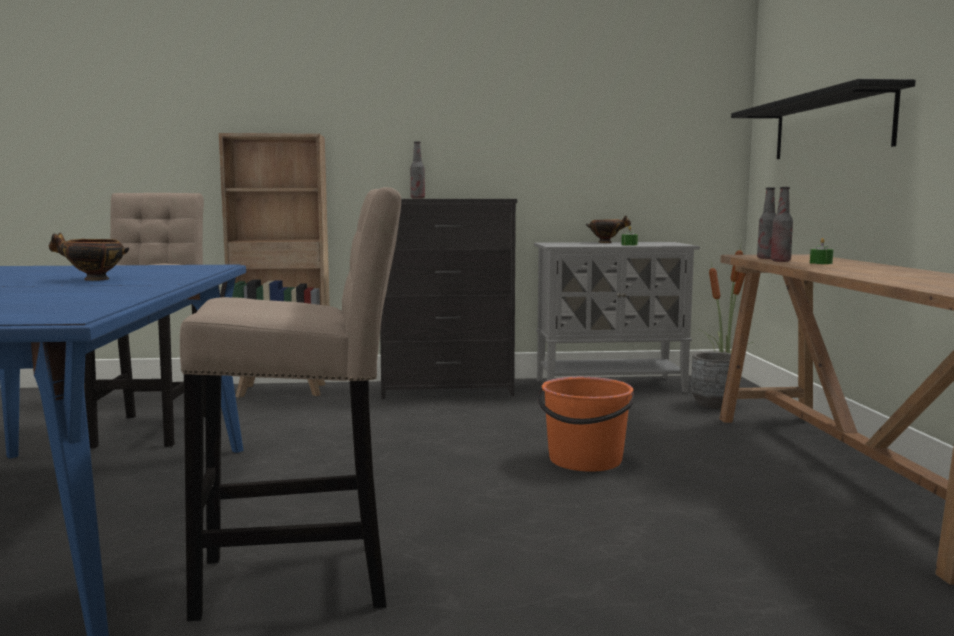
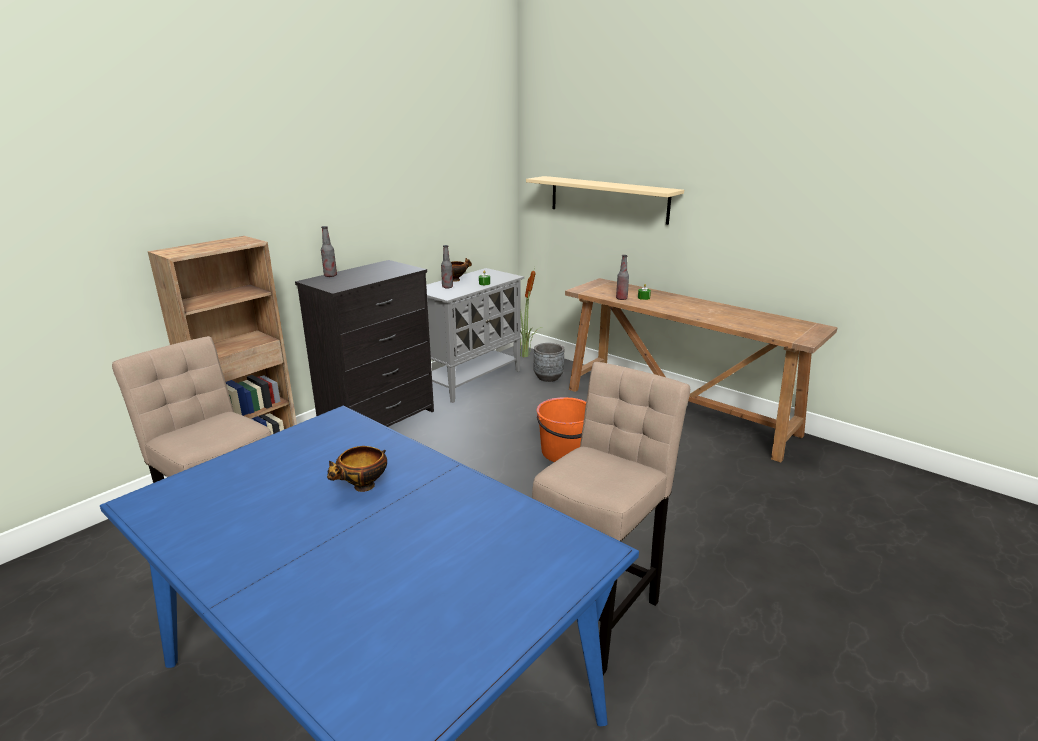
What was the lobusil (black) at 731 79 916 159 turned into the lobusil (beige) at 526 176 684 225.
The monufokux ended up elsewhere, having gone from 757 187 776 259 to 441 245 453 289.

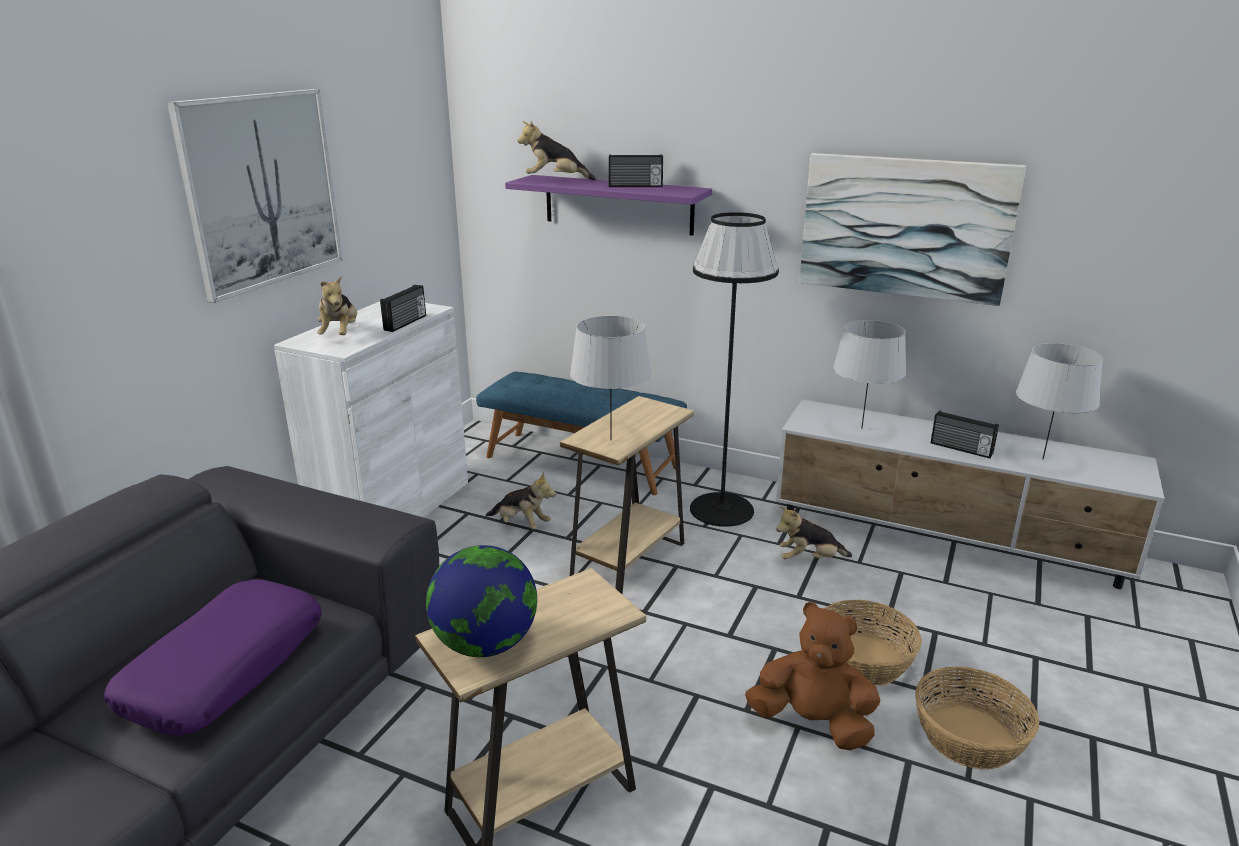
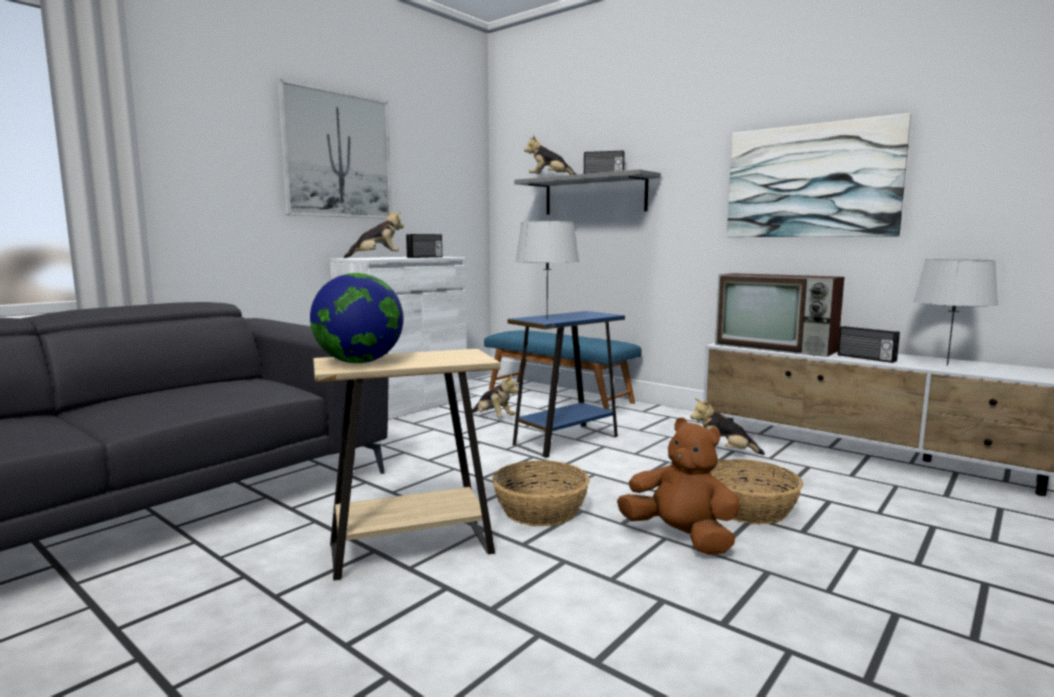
The second view lost the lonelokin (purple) at 104 579 322 736.
The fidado at 317 276 357 335 ended up facing another way, 120 degrees counterclockwise from before.
What was the lobusil (purple) at 505 175 712 236 turned into the lobusil (grey) at 514 169 661 215.
What was the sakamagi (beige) at 560 396 694 594 turned into the sakamagi (blue) at 507 311 625 458.
The second view lost the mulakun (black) at 690 212 779 527.
Where the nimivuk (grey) stood at 833 320 906 429, the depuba came to stand at 715 273 844 357.
The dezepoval ended up elsewhere, having gone from 915 667 1039 769 to 492 461 590 526.

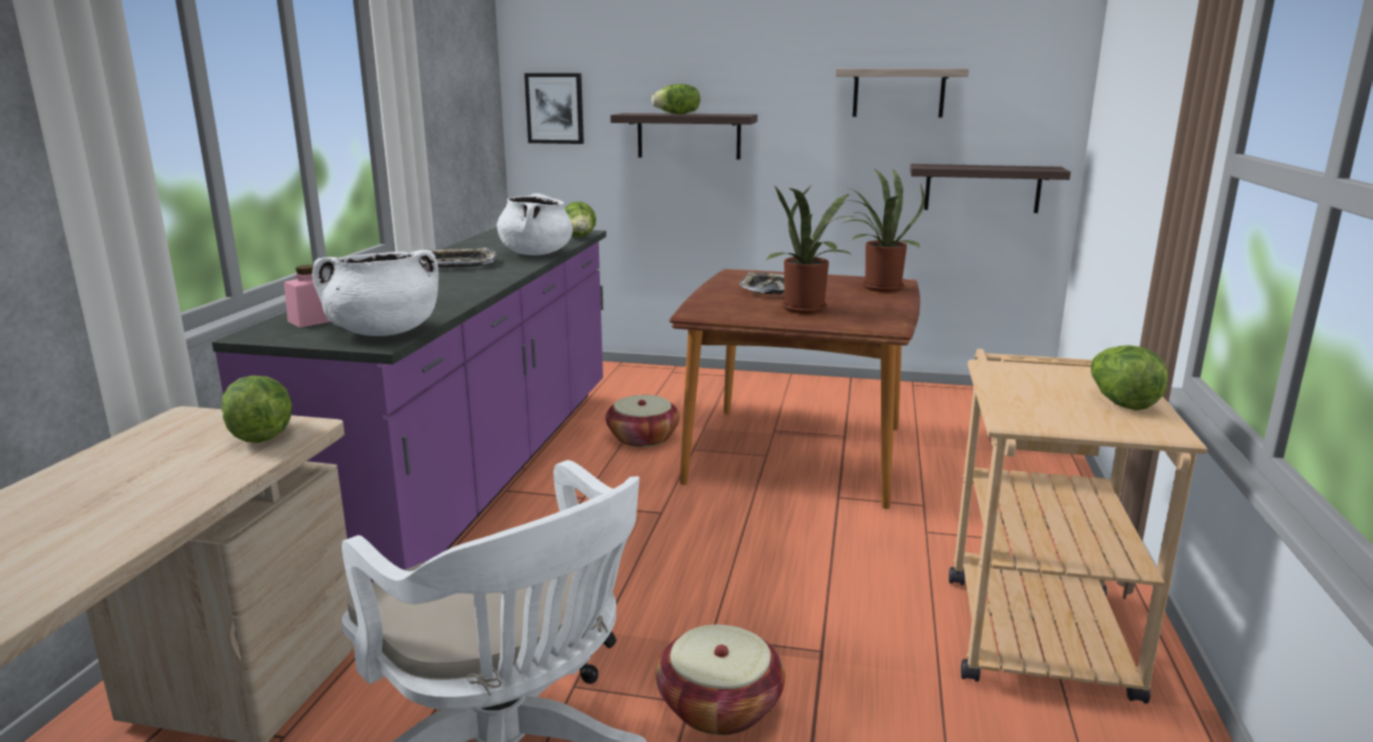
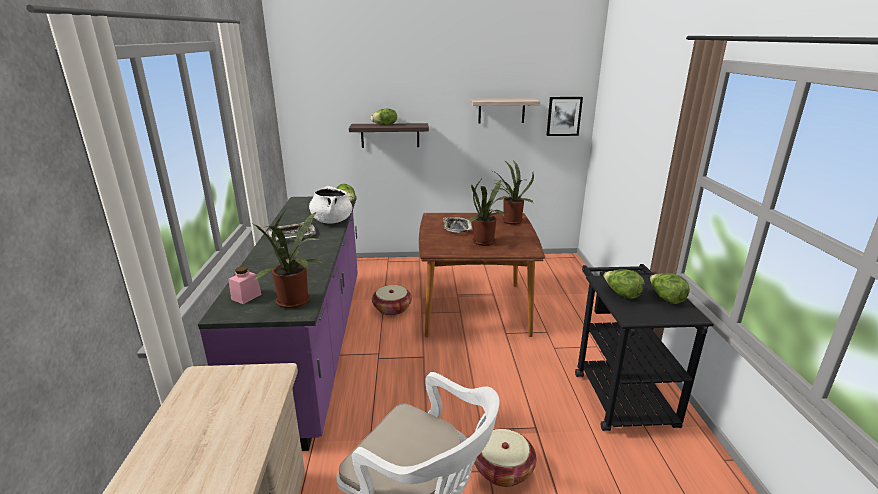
The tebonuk ended up elsewhere, having gone from 222 375 292 443 to 604 269 644 299.
Where the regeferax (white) stood at 312 250 439 336, the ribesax came to stand at 253 210 322 309.
The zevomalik ended up elsewhere, having gone from 524 73 584 144 to 546 97 583 136.
The second view lost the lobusil at 910 164 1071 213.
What was the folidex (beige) at 949 349 1207 704 turned into the folidex (black) at 575 264 714 431.

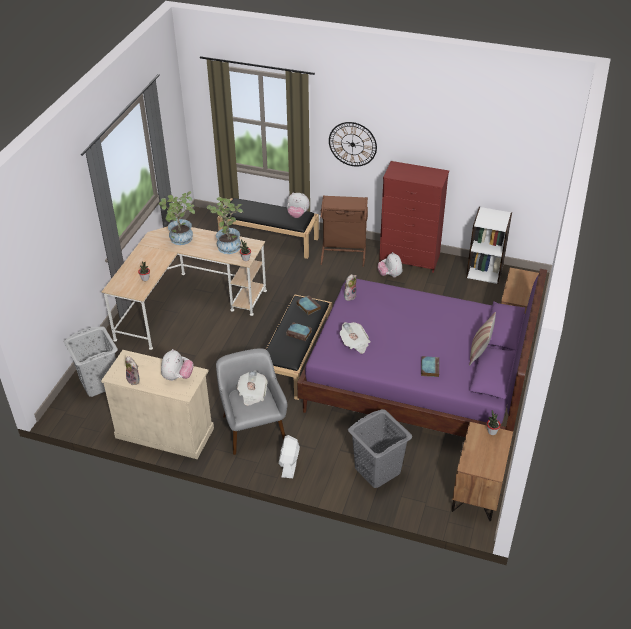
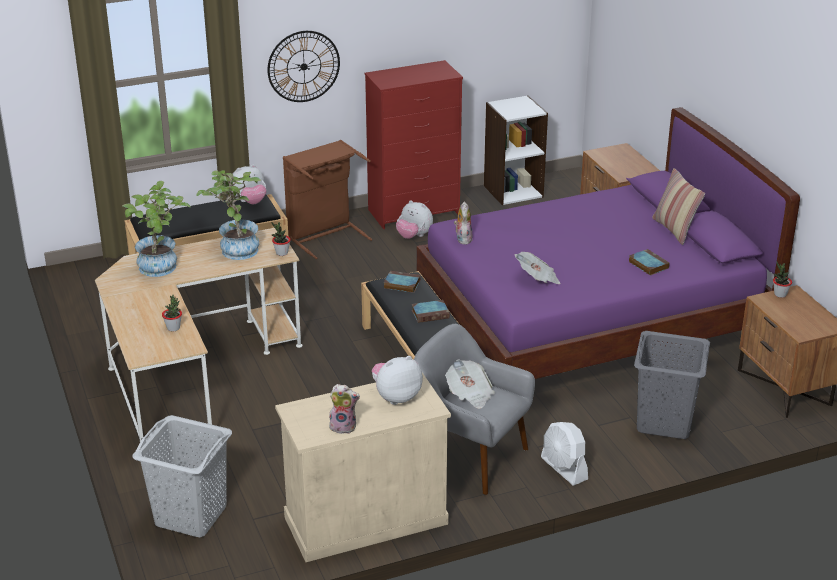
The fidado at 161 349 193 381 ended up facing another way, 90 degrees counterclockwise from before.

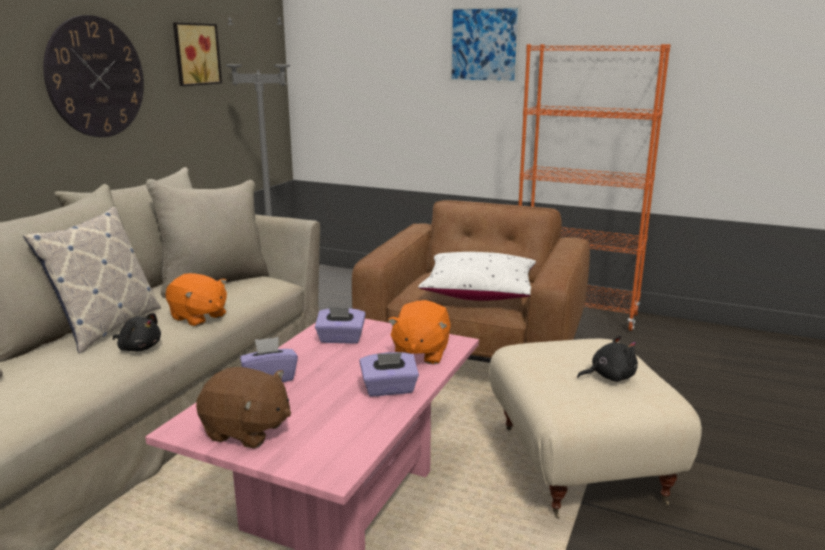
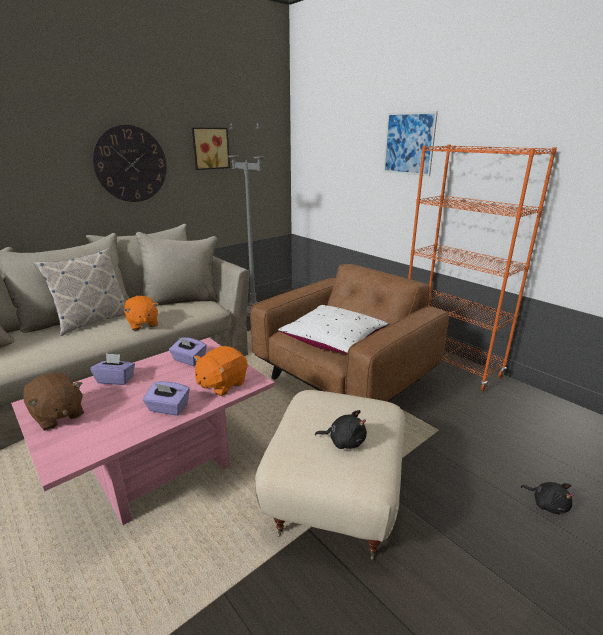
The fidado (black) ended up elsewhere, having gone from 113 313 161 351 to 521 482 574 514.

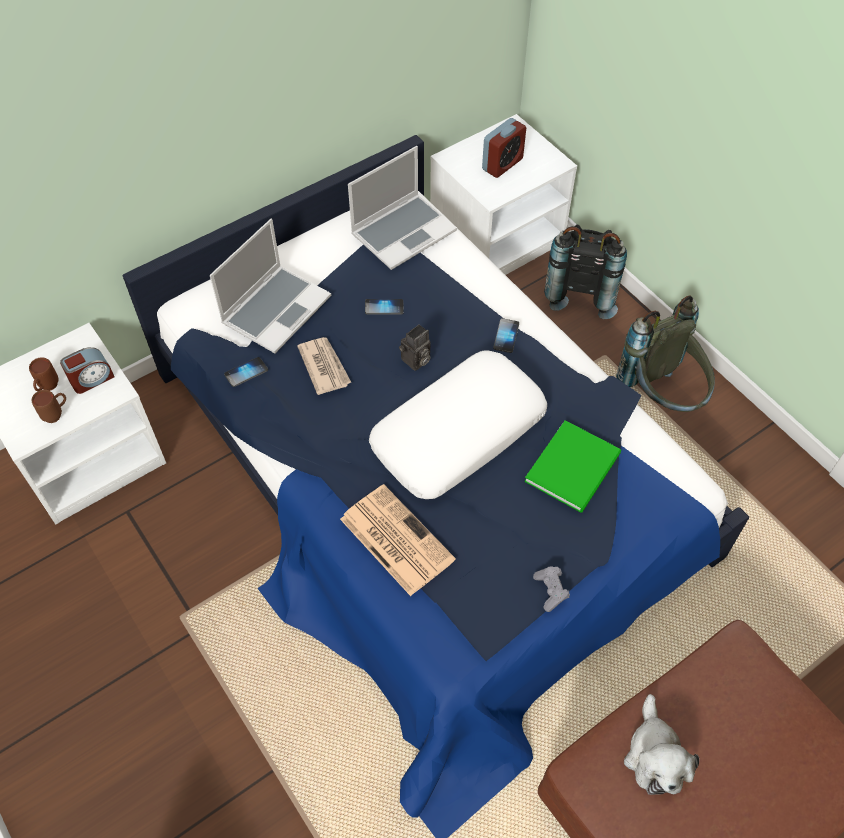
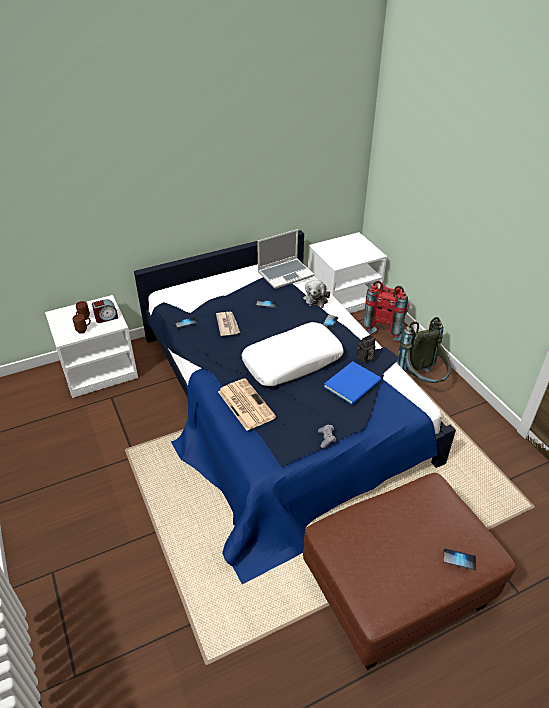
The second view lost the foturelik at 210 218 331 353.
The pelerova ended up elsewhere, having gone from 399 324 431 371 to 357 335 376 363.
The second view lost the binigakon at 482 118 526 178.
What was the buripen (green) at 524 420 621 512 turned into the buripen (blue) at 324 361 382 405.
What was the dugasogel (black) at 544 224 627 319 turned into the dugasogel (red) at 363 281 409 341.
The fidado ended up elsewhere, having gone from 624 694 699 795 to 303 280 330 308.
The second view gained the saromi at 443 549 476 570.

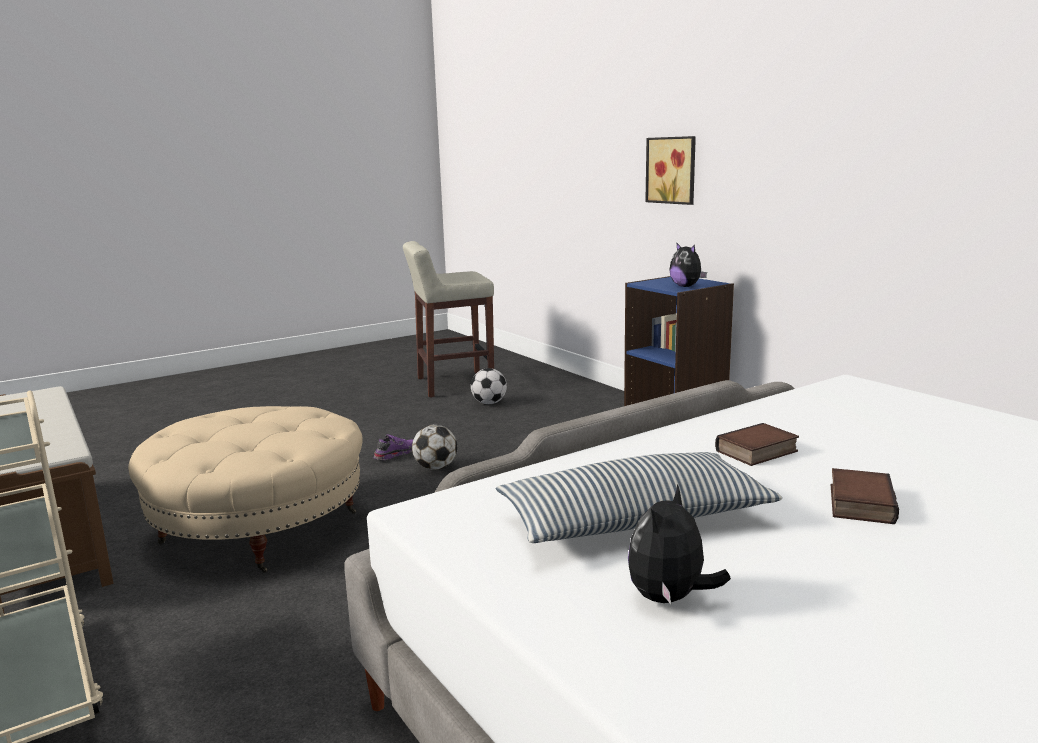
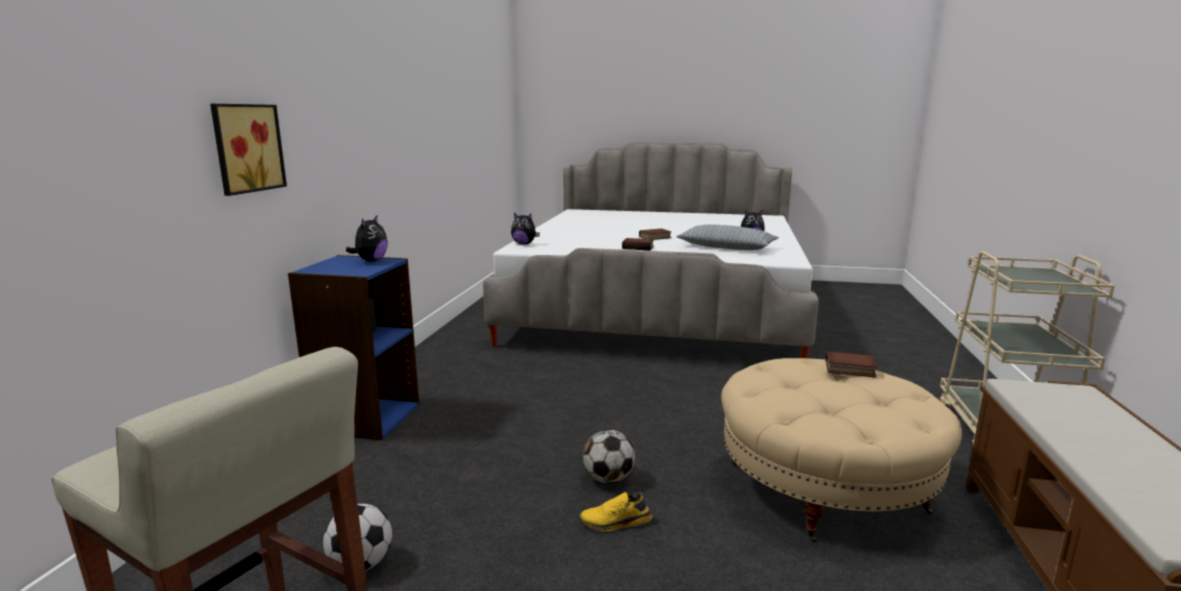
What was the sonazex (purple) at 373 434 413 460 turned into the sonazex (yellow) at 580 492 652 532.
The second view gained the fidado at 511 213 540 245.
The second view gained the buripen at 826 351 878 378.

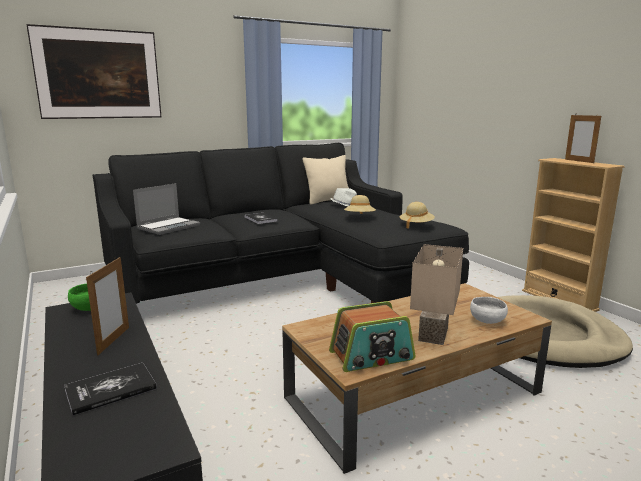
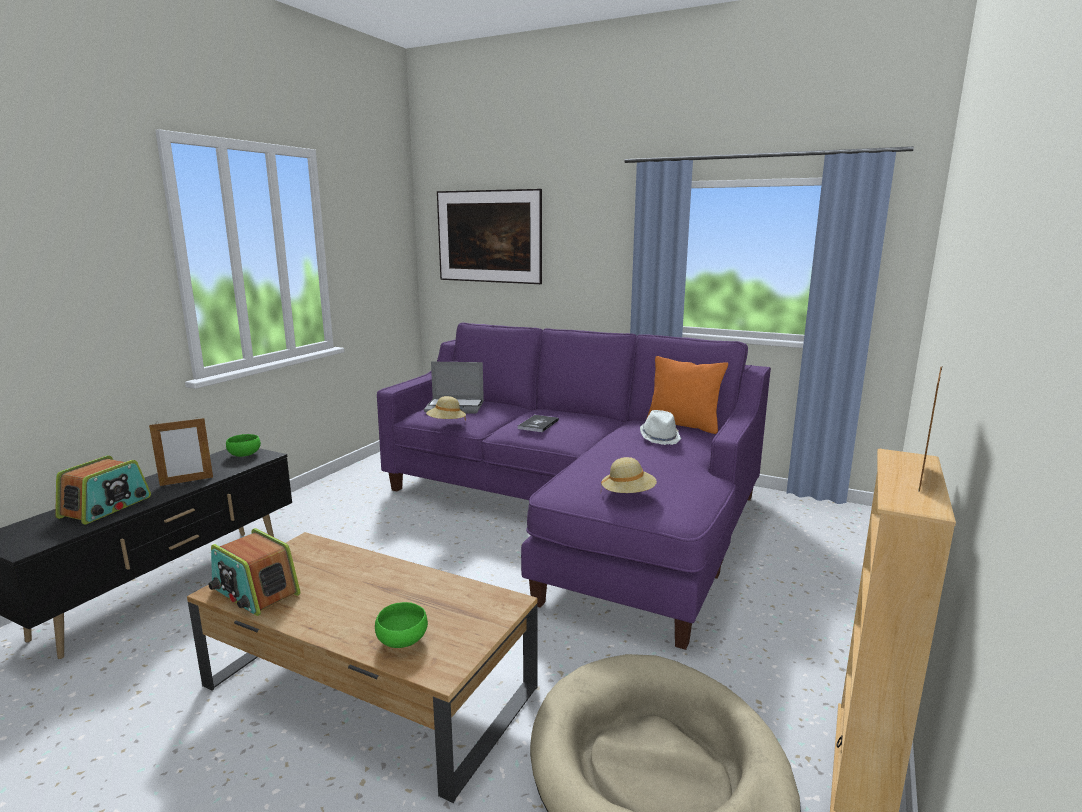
Where the buripen stood at 64 363 157 415, the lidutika came to stand at 55 455 151 525.
What was the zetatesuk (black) at 93 143 469 304 turned into the zetatesuk (purple) at 377 323 771 650.
What was the lonelokin (beige) at 302 155 349 204 turned into the lonelokin (orange) at 646 356 728 434.
The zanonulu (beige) ended up elsewhere, having gone from 344 195 376 214 to 426 396 466 421.
The second view lost the nimivuk (beige) at 410 244 463 345.
What was the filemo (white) at 470 297 508 324 turned into the filemo (green) at 375 602 428 648.

